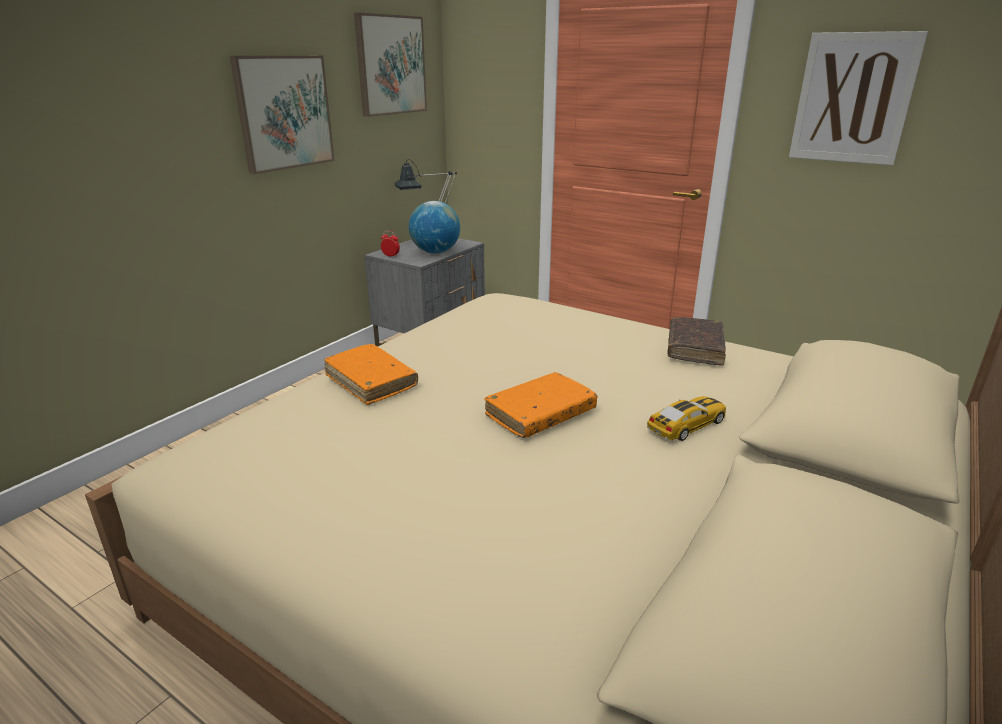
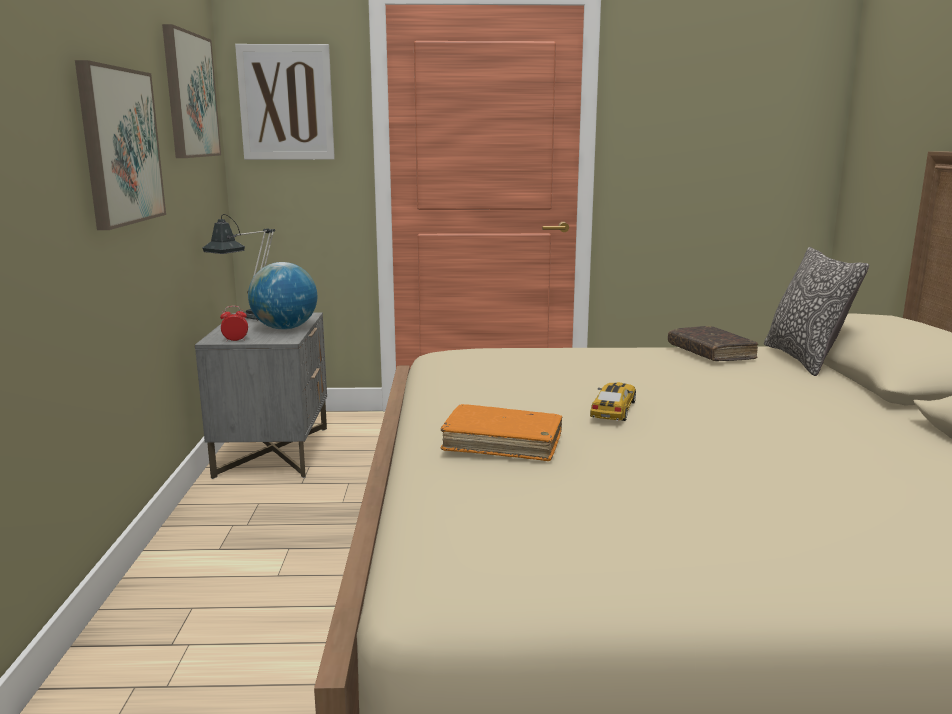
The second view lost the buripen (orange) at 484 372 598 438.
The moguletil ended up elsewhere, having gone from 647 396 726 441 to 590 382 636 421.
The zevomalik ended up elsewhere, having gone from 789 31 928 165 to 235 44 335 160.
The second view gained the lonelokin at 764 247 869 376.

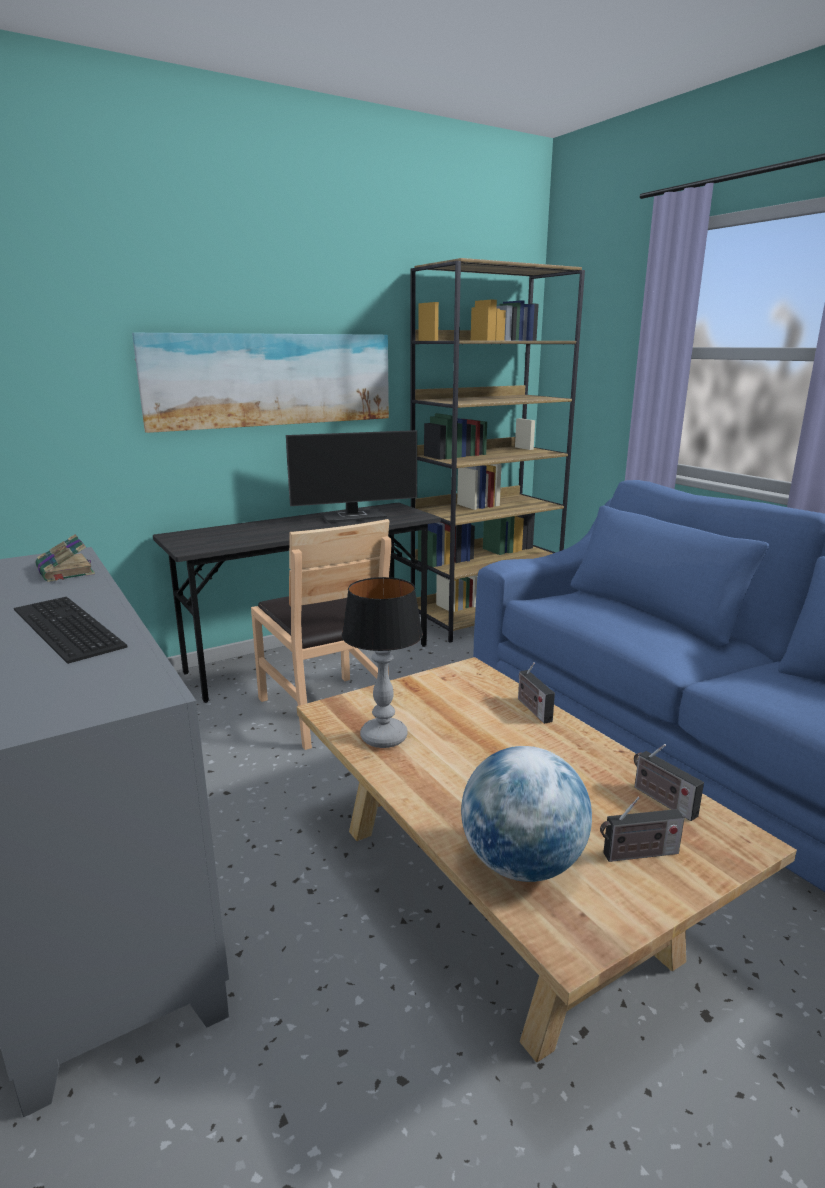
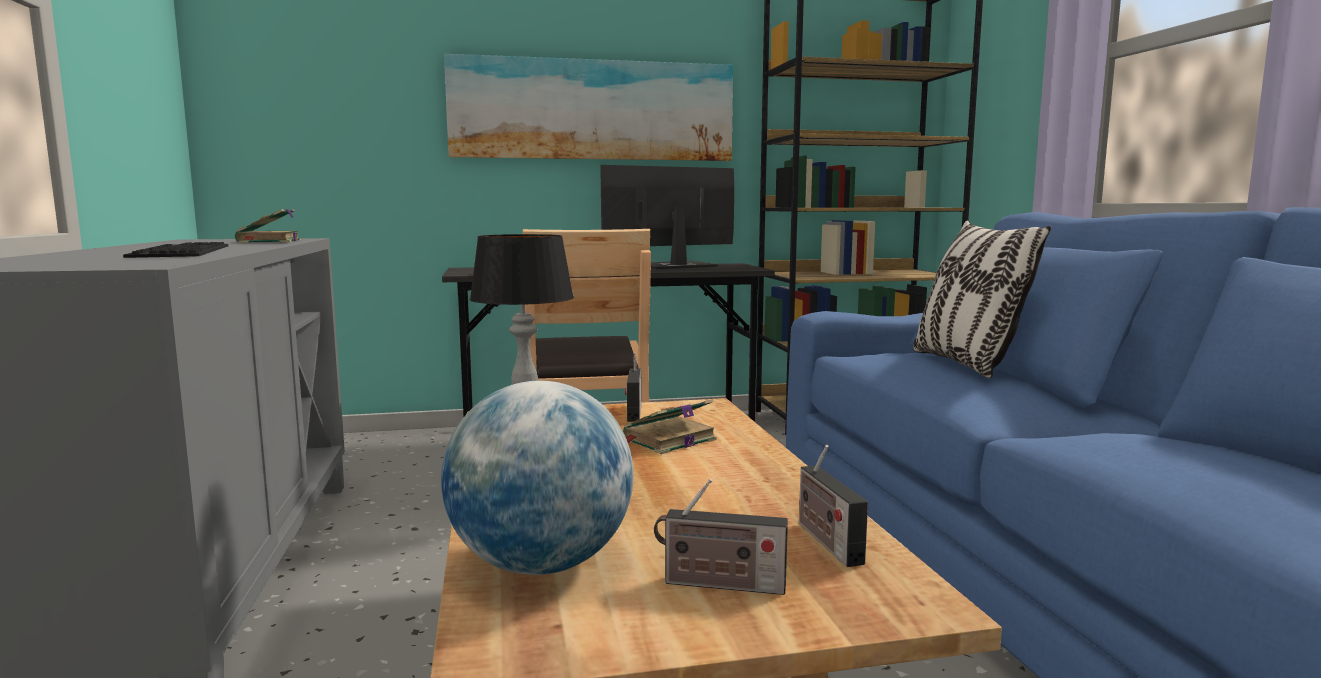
The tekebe at 286 430 417 523 ended up facing another way, 150 degrees clockwise from before.
The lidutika ended up elsewhere, having gone from 518 662 555 724 to 625 352 641 422.
The second view gained the buripen at 623 399 717 454.
The second view gained the lonelokin at 913 220 1051 378.

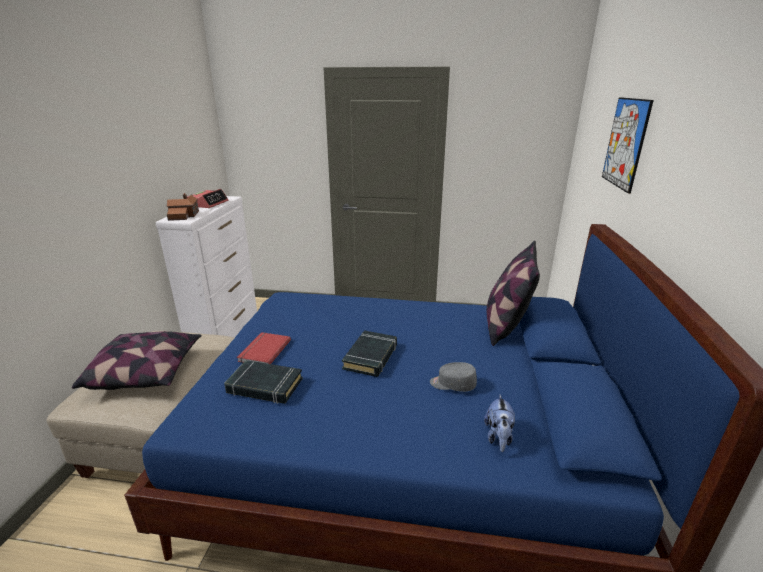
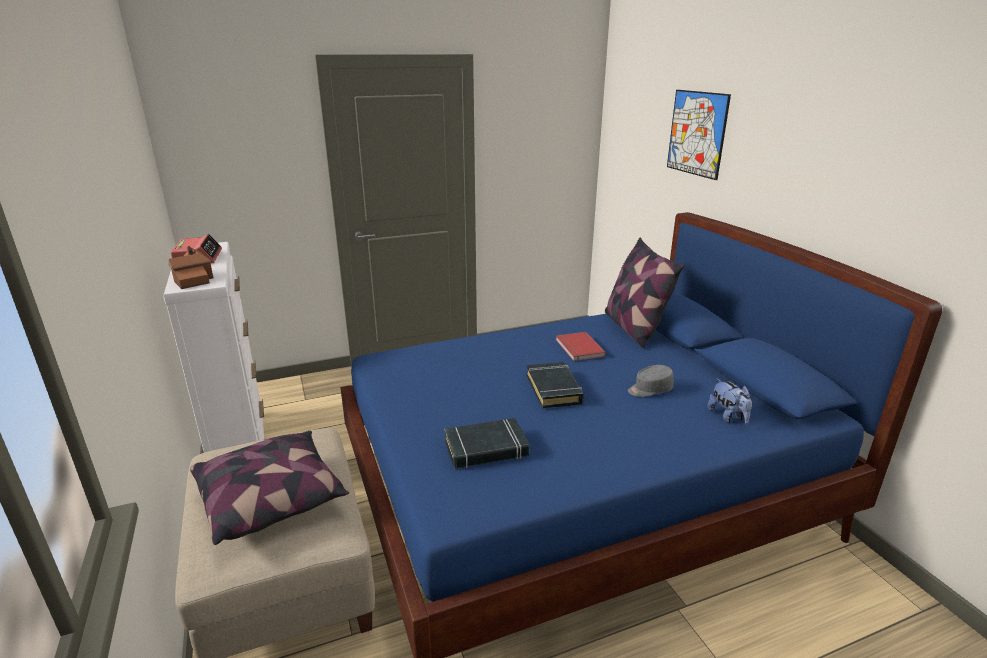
The buripen (red) ended up elsewhere, having gone from 237 332 291 364 to 556 332 606 361.

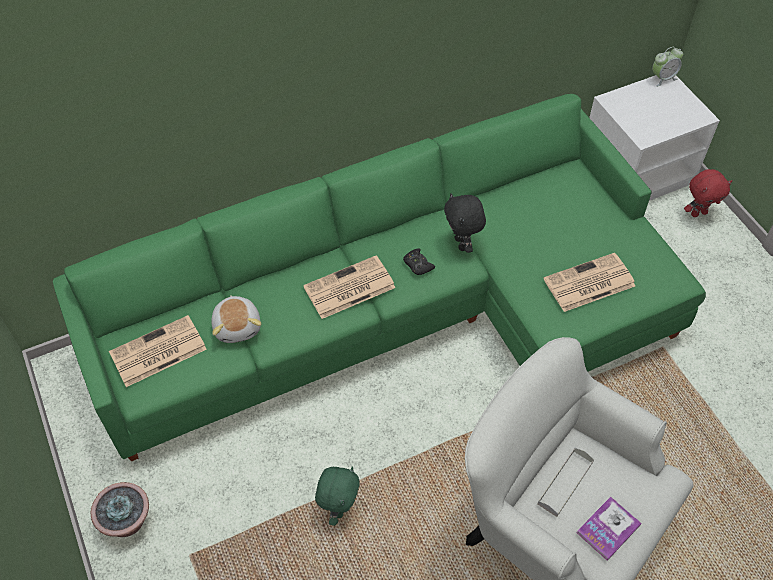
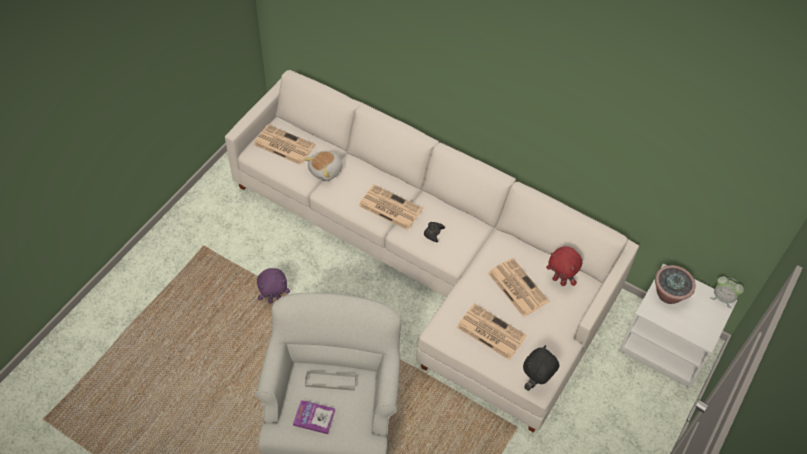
What was the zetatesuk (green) at 53 94 706 461 turned into the zetatesuk (white) at 225 70 639 433.
The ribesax ended up elsewhere, having gone from 90 482 149 537 to 655 265 696 304.
What was the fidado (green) at 315 466 359 526 turned into the fidado (purple) at 257 268 290 304.
The fidado (black) ended up elsewhere, having gone from 444 193 486 253 to 523 345 559 391.
The fidado (red) ended up elsewhere, having gone from 684 169 732 217 to 546 246 582 286.
The second view gained the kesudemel at 488 258 549 317.

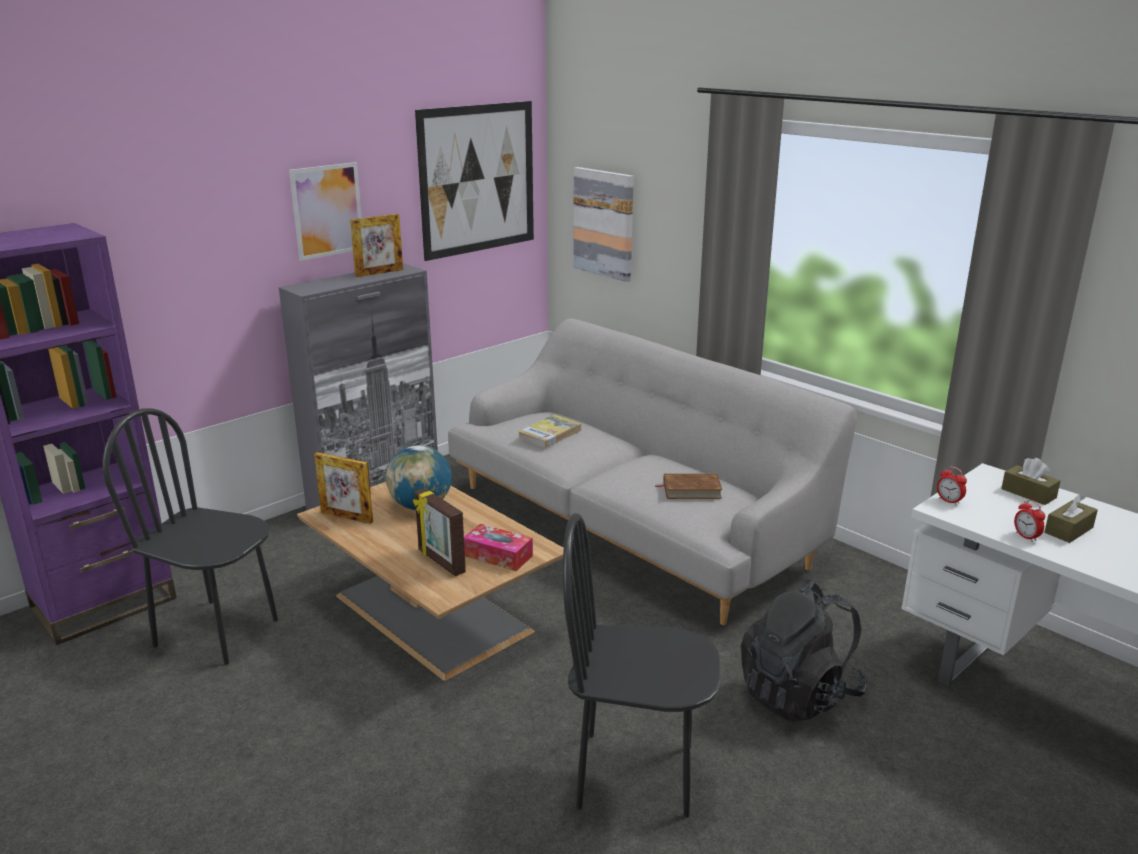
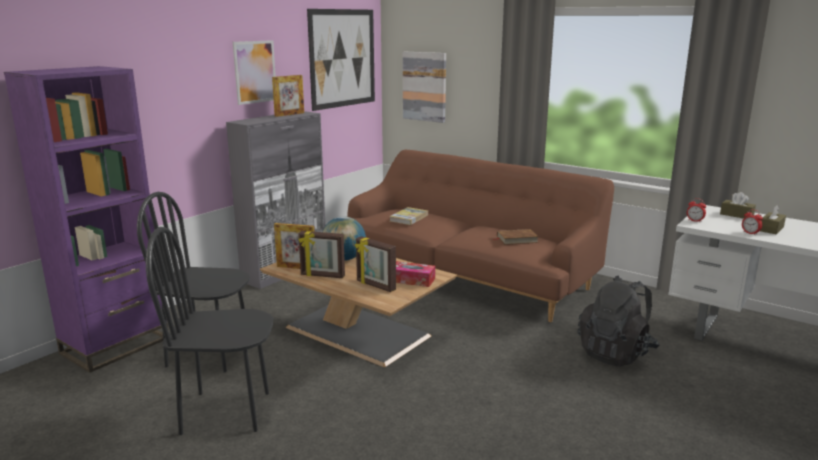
What was the zetatesuk (grey) at 448 318 857 625 turned into the zetatesuk (brown) at 347 150 614 322.
The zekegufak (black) ended up elsewhere, having gone from 563 513 720 818 to 146 227 273 435.
The second view gained the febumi at 298 231 345 278.

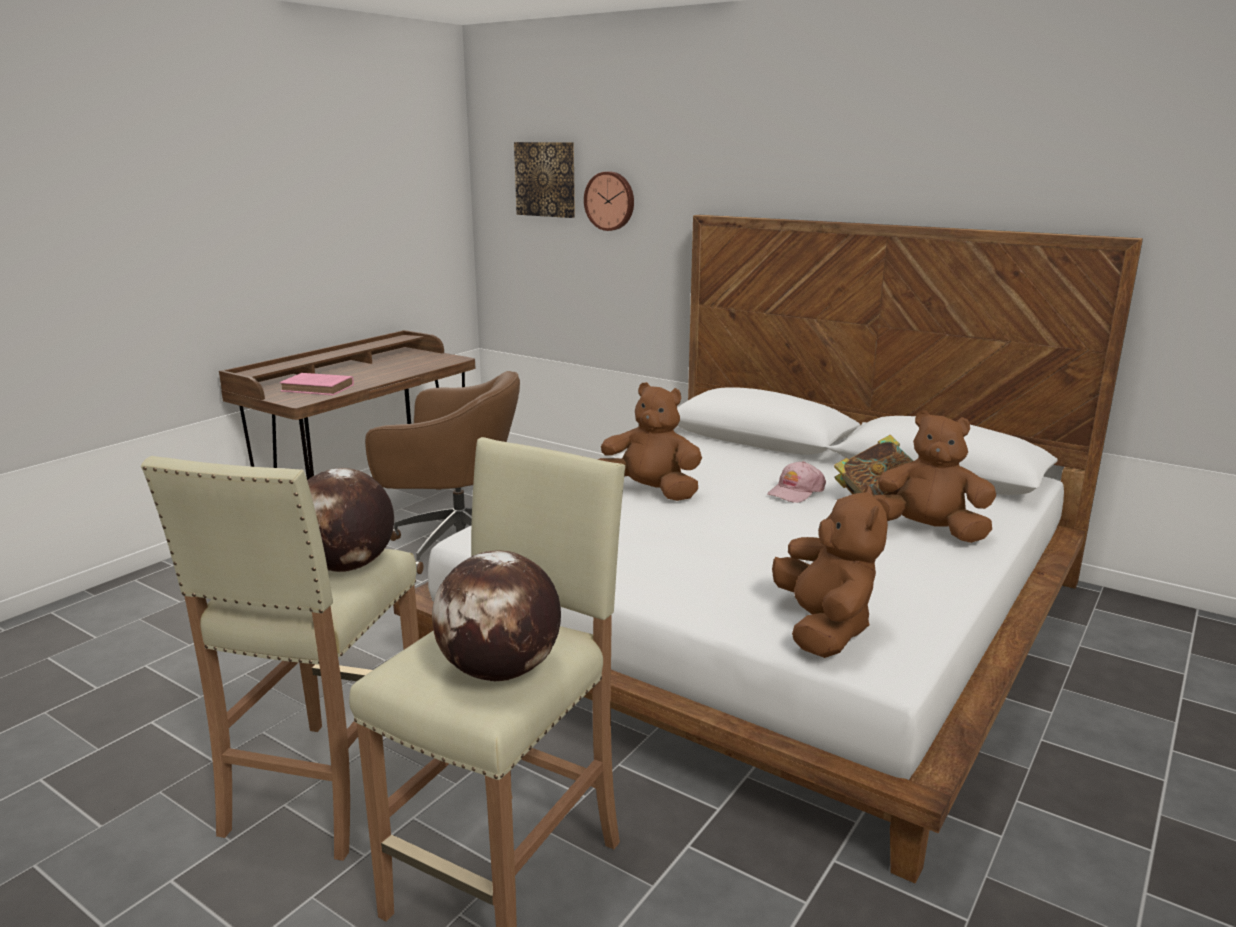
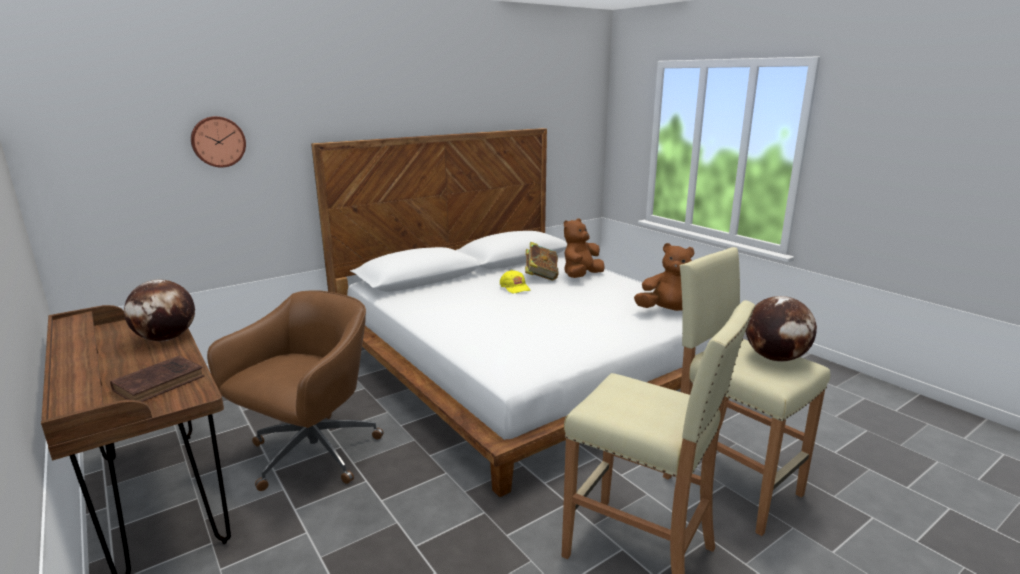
What was the buripen (pink) at 280 373 354 395 turned into the buripen (brown) at 110 355 204 402.
The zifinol ended up elsewhere, having gone from 307 468 394 572 to 124 280 195 341.
The second view lost the zevomalik at 514 142 575 218.
The second view lost the fidado (brown) at 597 382 702 501.
What was the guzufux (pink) at 767 461 826 503 turned into the guzufux (yellow) at 500 270 530 294.

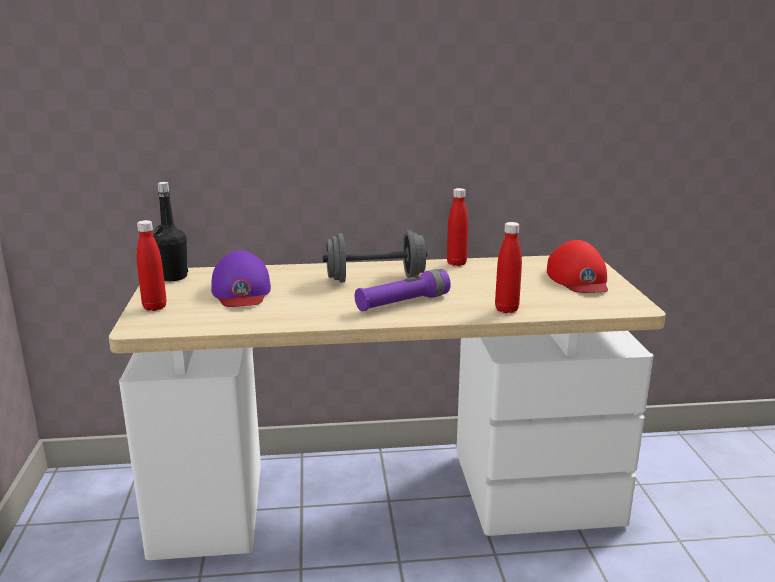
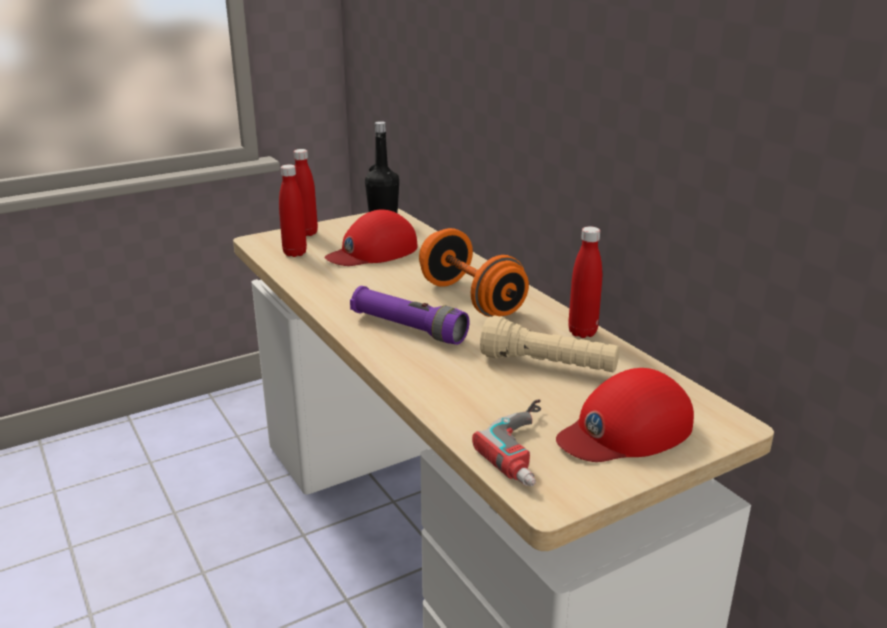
What was the guzufux (purple) at 211 251 271 307 turned into the guzufux (red) at 325 210 418 266.
What was the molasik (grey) at 323 230 427 283 turned into the molasik (orange) at 419 228 529 317.
The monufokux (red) ended up elsewhere, having gone from 495 222 522 313 to 279 164 307 257.
The second view gained the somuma at 472 400 541 486.
The second view gained the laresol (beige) at 480 315 620 372.

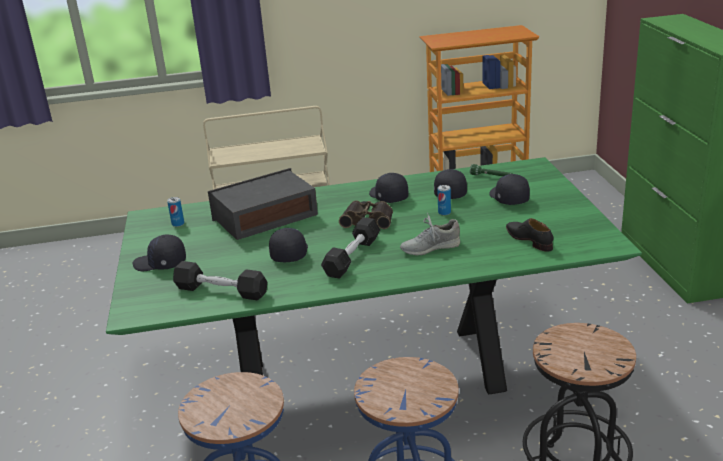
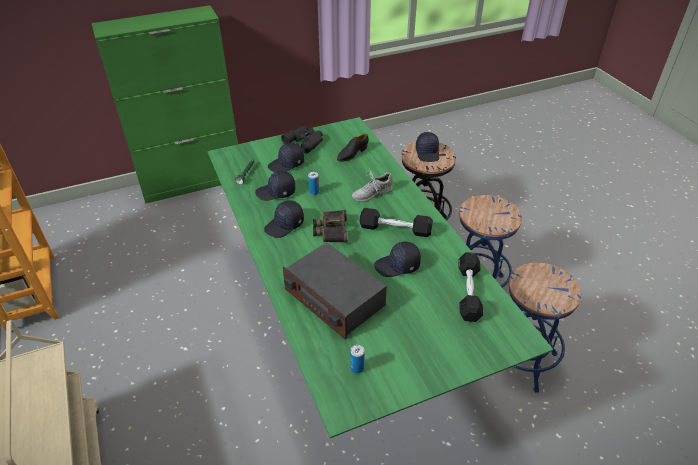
The guzufux (black) ended up elsewhere, having gone from 132 235 186 271 to 416 132 439 162.
The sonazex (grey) at 400 213 460 255 ended up facing another way, 90 degrees clockwise from before.
The second view gained the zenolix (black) at 281 126 323 154.

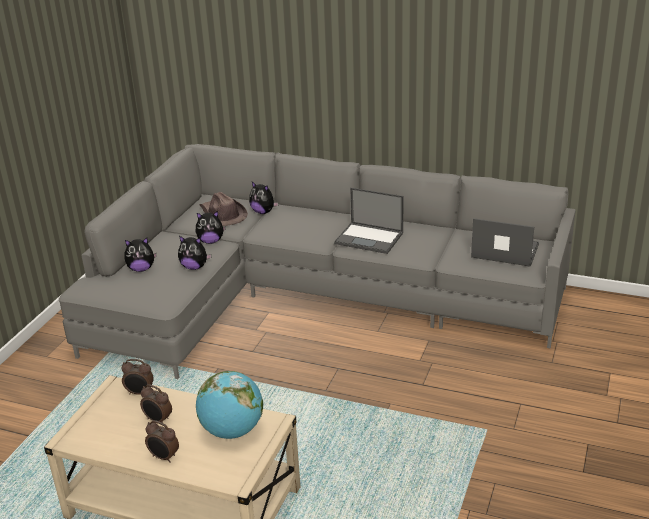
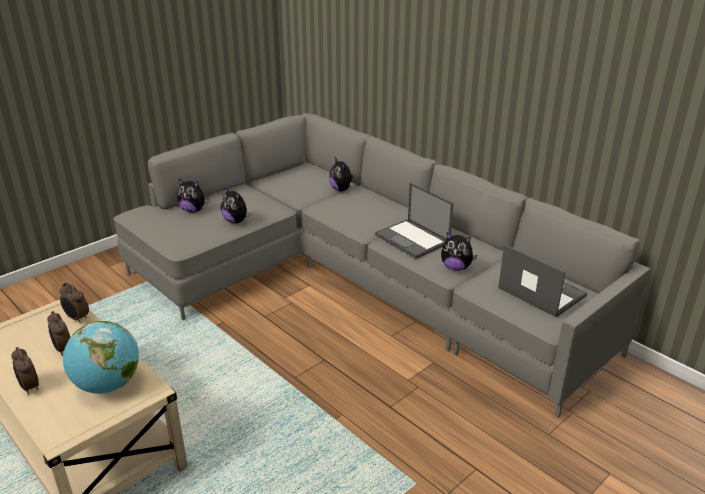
The fidado ended up elsewhere, having gone from 196 211 226 244 to 441 232 477 271.
The second view lost the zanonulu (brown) at 200 192 248 226.

